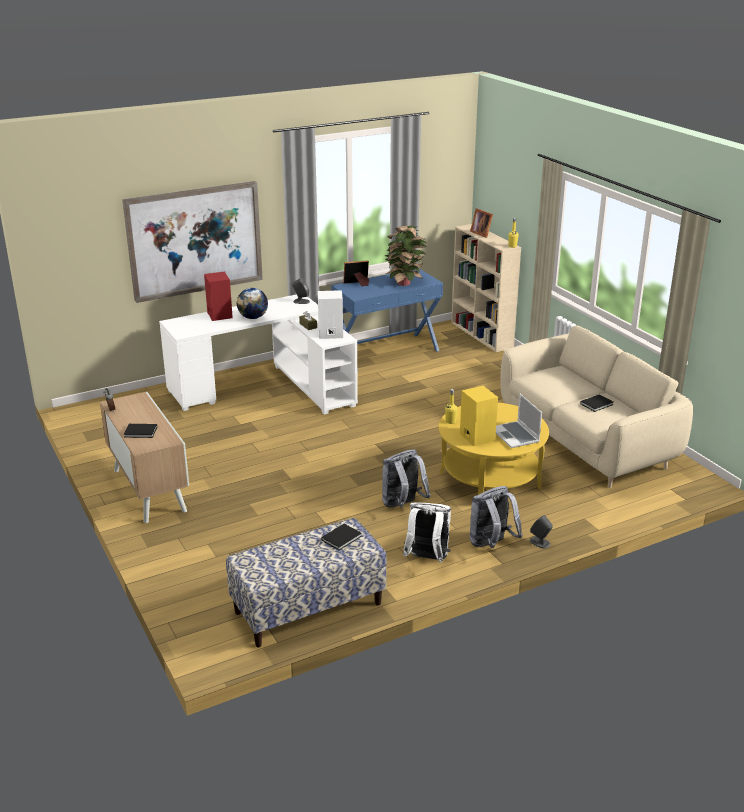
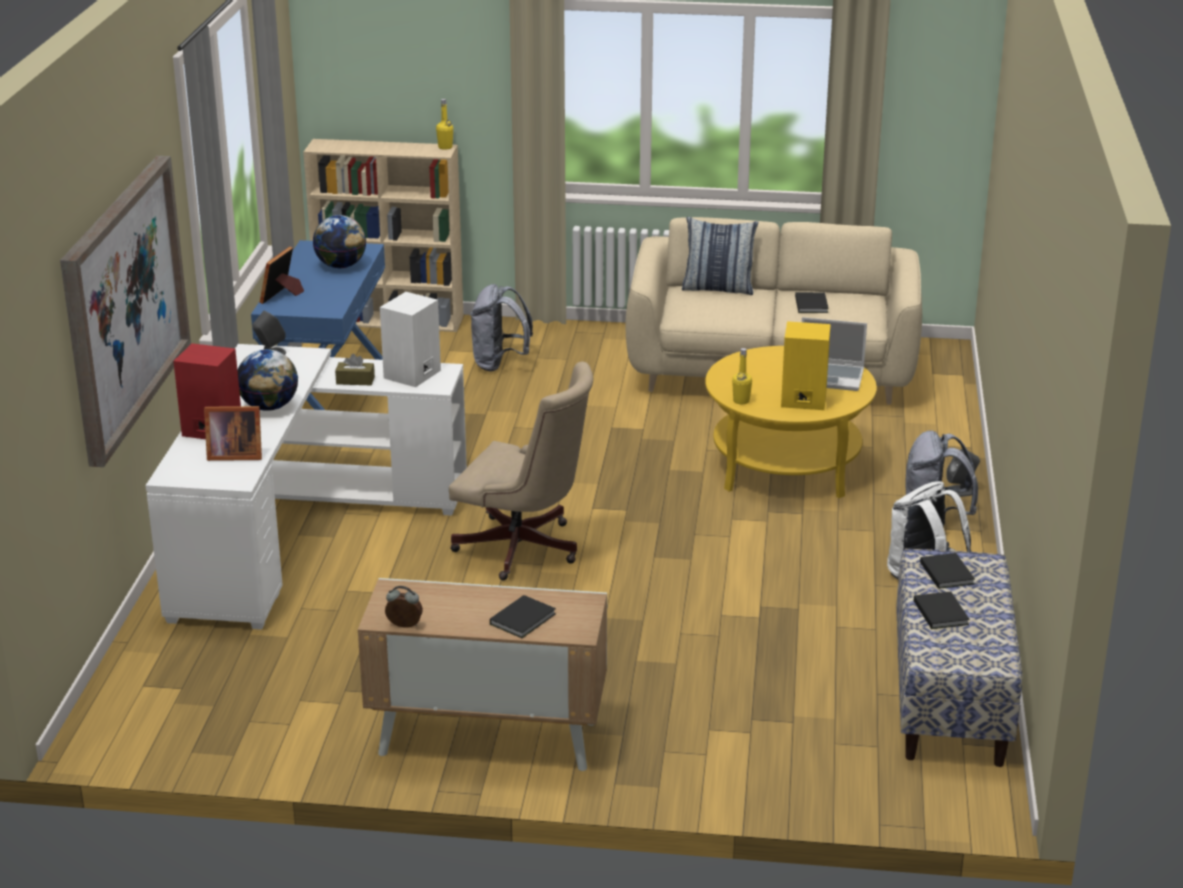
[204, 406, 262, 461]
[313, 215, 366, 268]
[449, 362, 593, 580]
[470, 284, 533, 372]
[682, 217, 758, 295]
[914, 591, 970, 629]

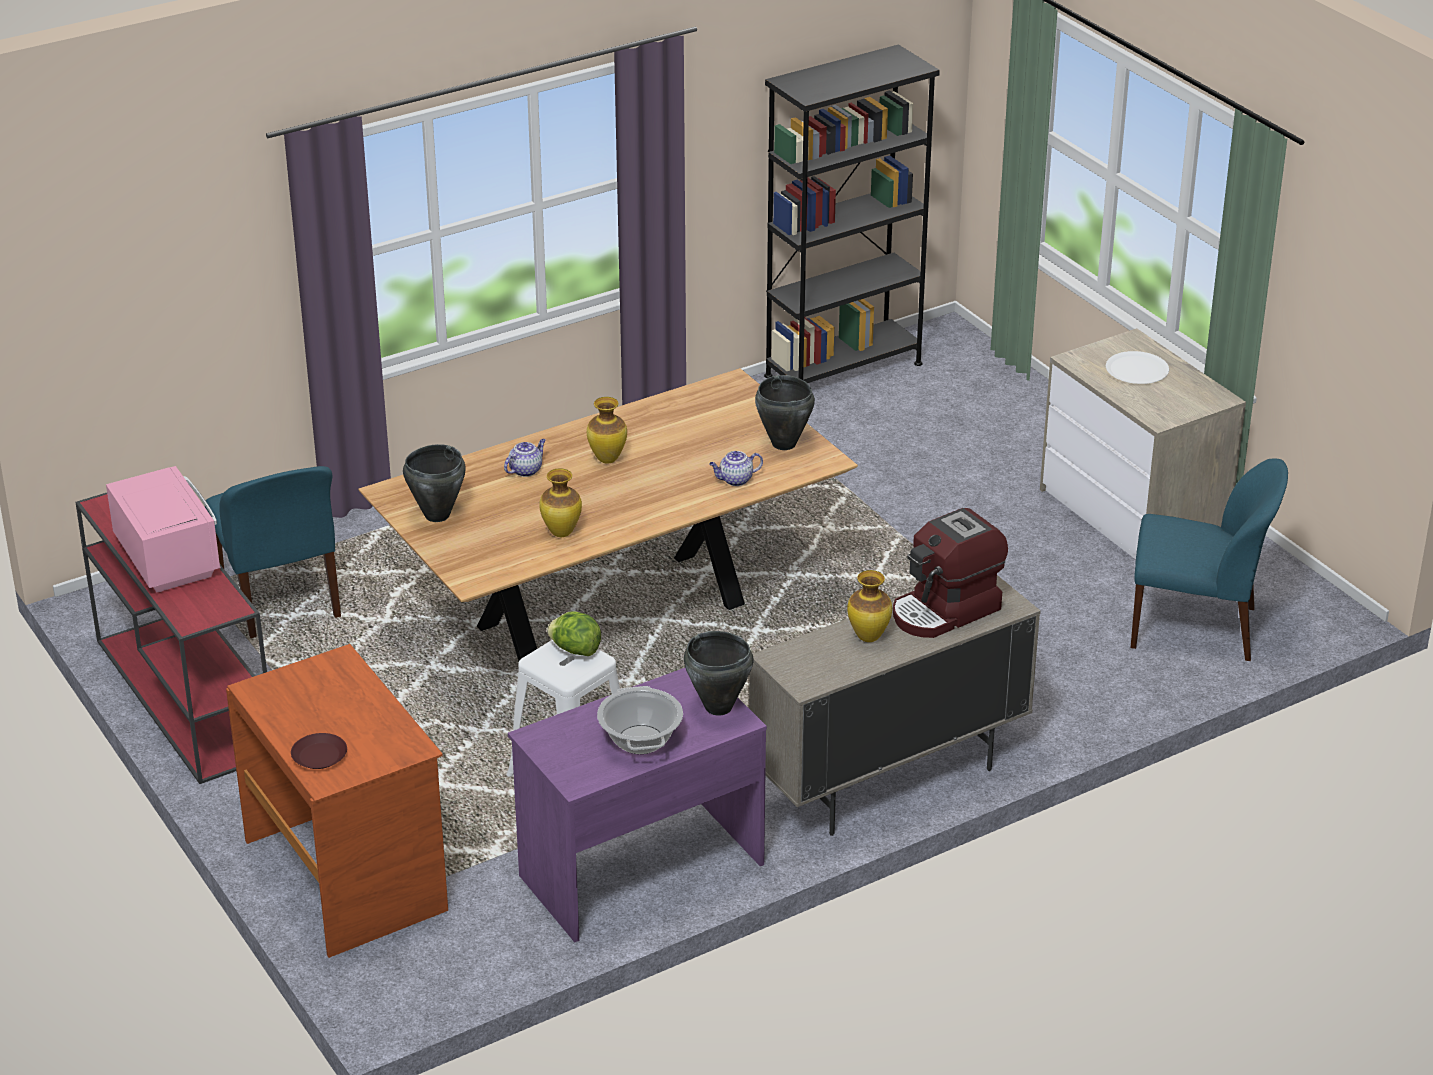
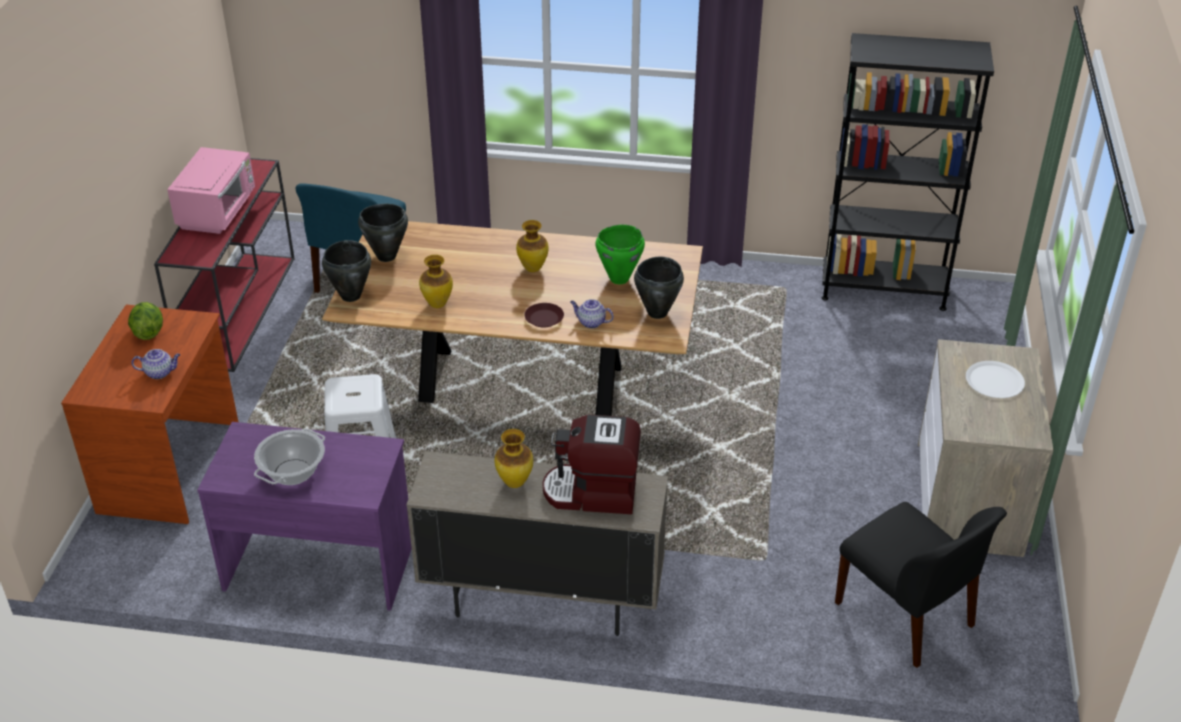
[128, 302, 163, 340]
[131, 349, 180, 379]
[322, 240, 371, 302]
[525, 303, 564, 328]
[595, 225, 645, 284]
[835, 502, 1007, 668]

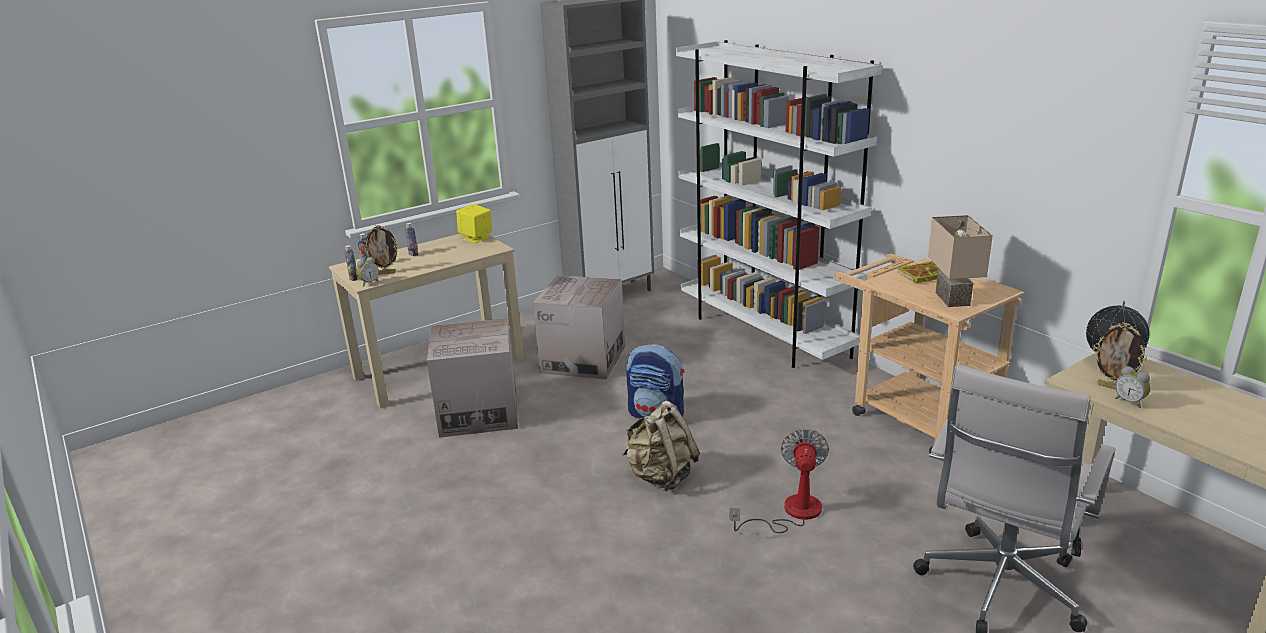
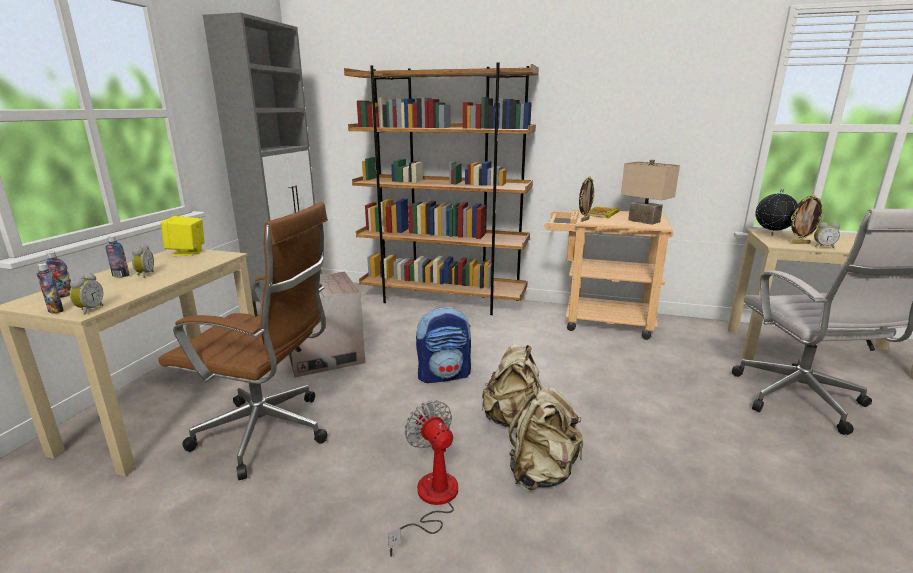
[132, 244, 154, 278]
[158, 202, 328, 480]
[344, 62, 539, 315]
[388, 400, 458, 557]
[509, 382, 583, 490]
[579, 176, 595, 222]

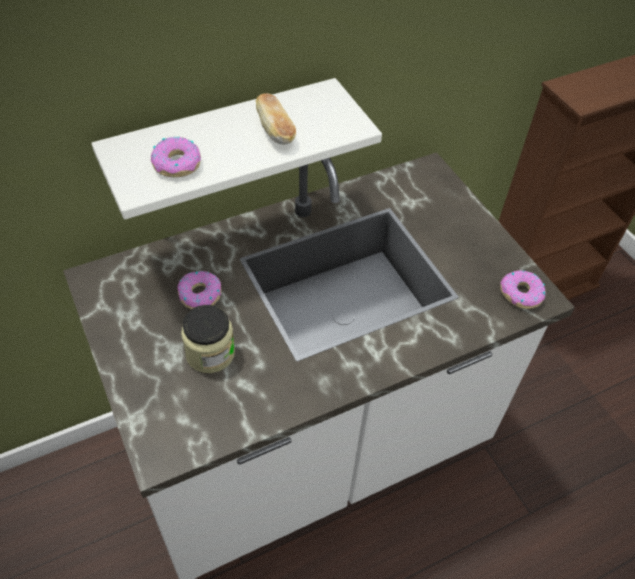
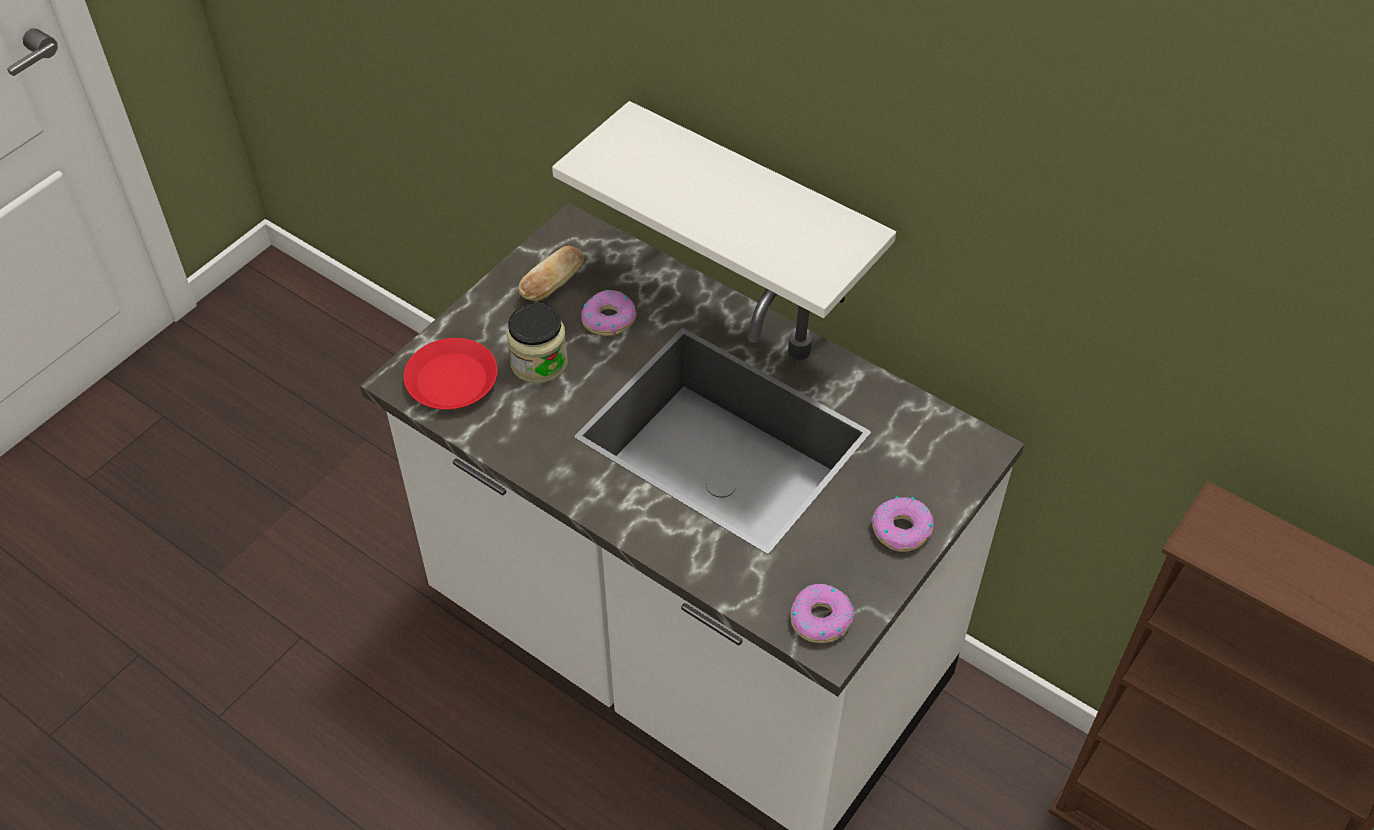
[404, 338, 498, 410]
[518, 246, 584, 301]
[871, 496, 934, 552]

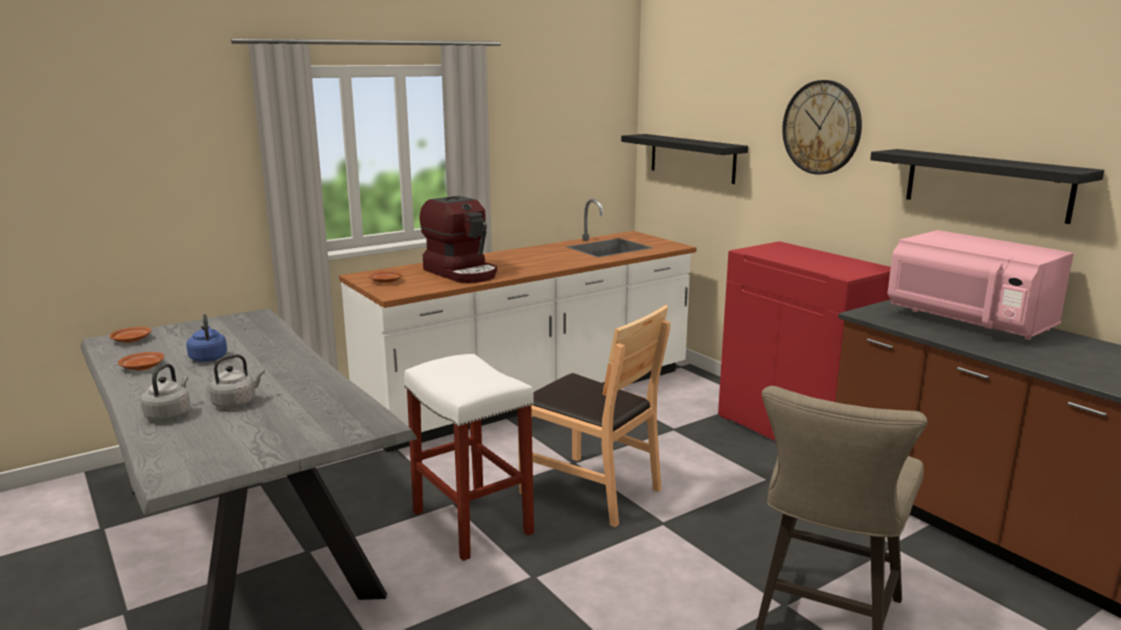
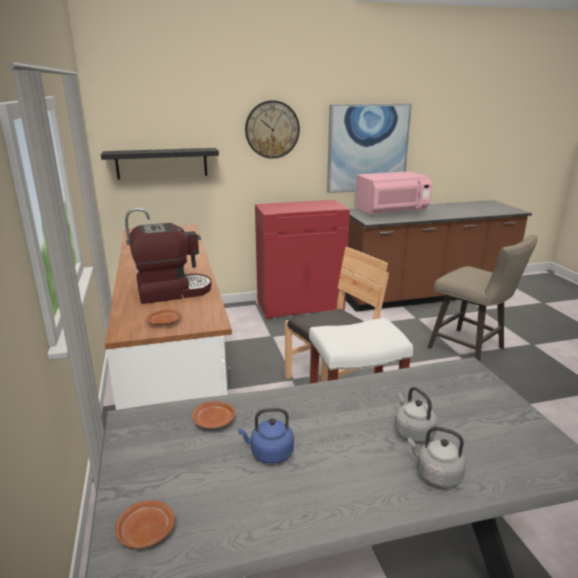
[192, 401, 235, 428]
[327, 104, 412, 193]

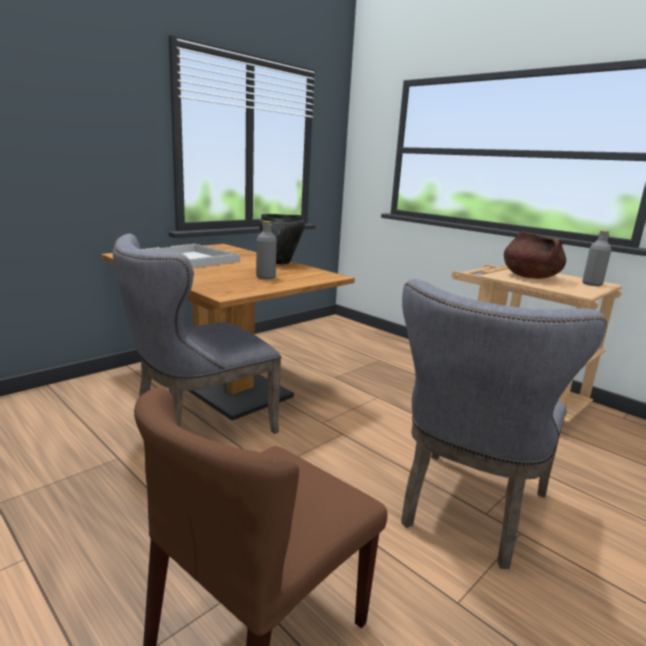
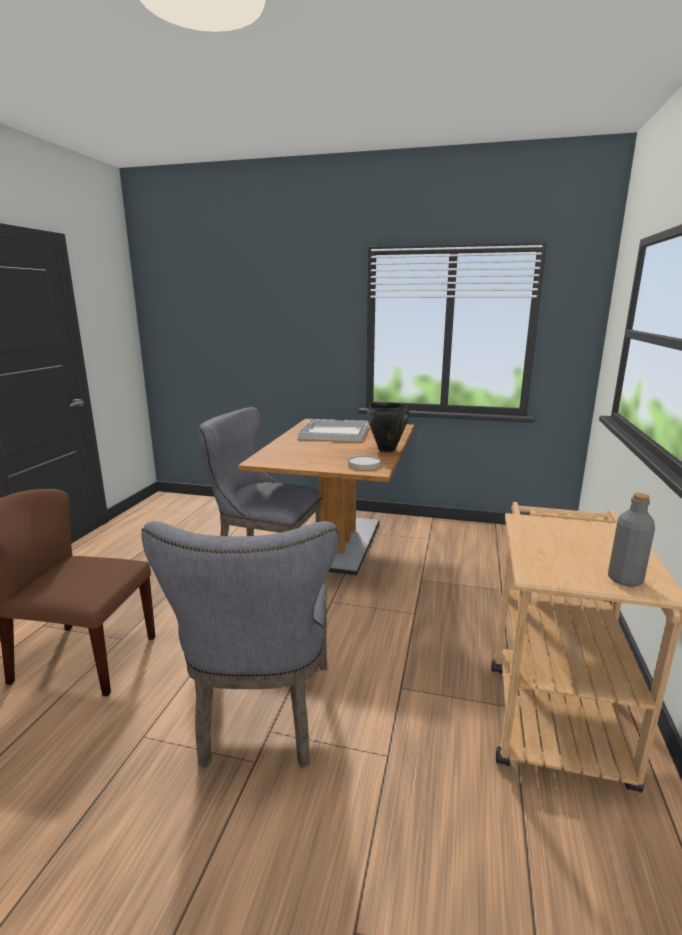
[141, 521, 339, 768]
[348, 455, 381, 470]
[256, 221, 277, 279] (first image)
[504, 231, 566, 279] (first image)

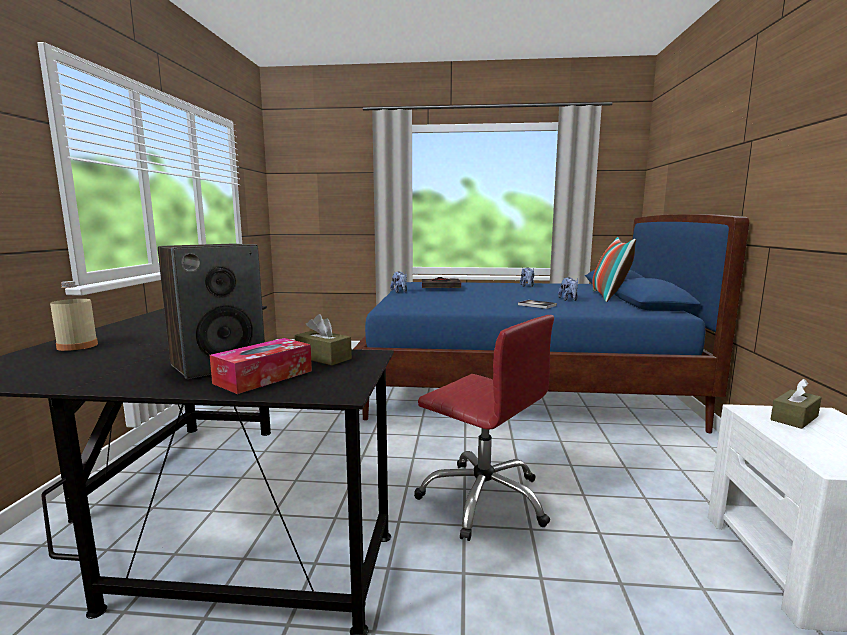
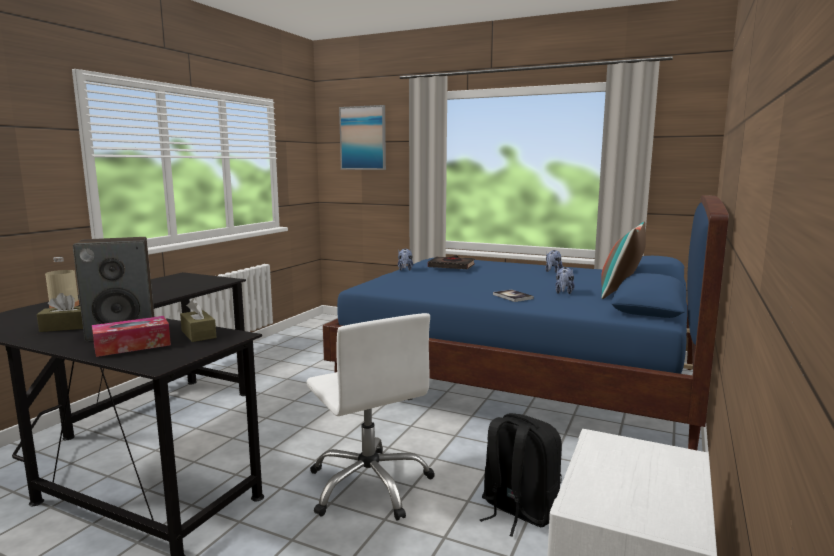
[37, 293, 83, 332]
[307, 313, 435, 521]
[339, 105, 386, 170]
[480, 413, 562, 537]

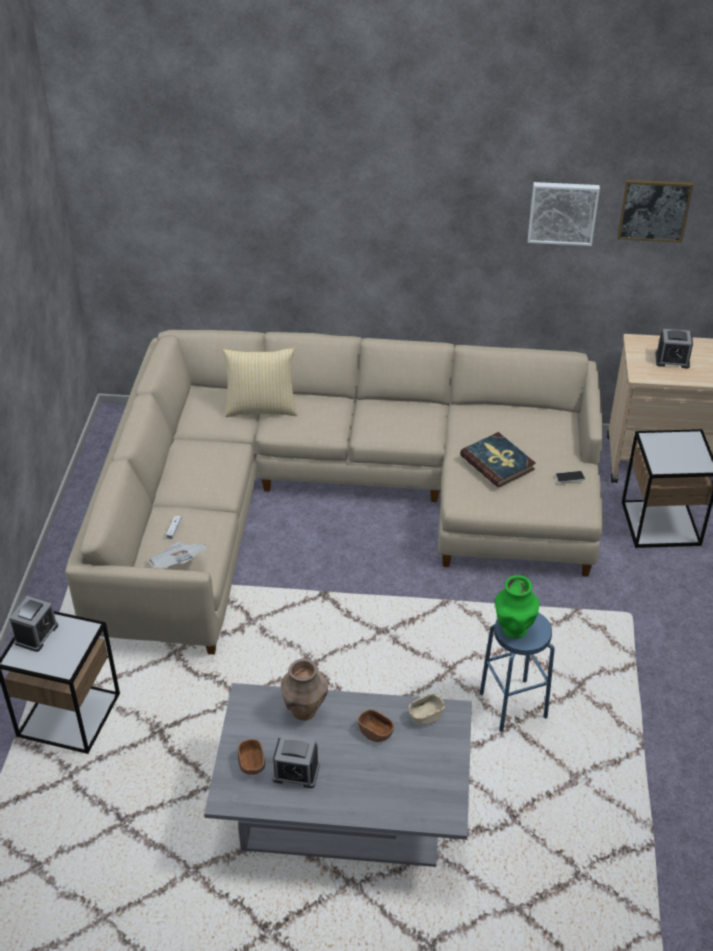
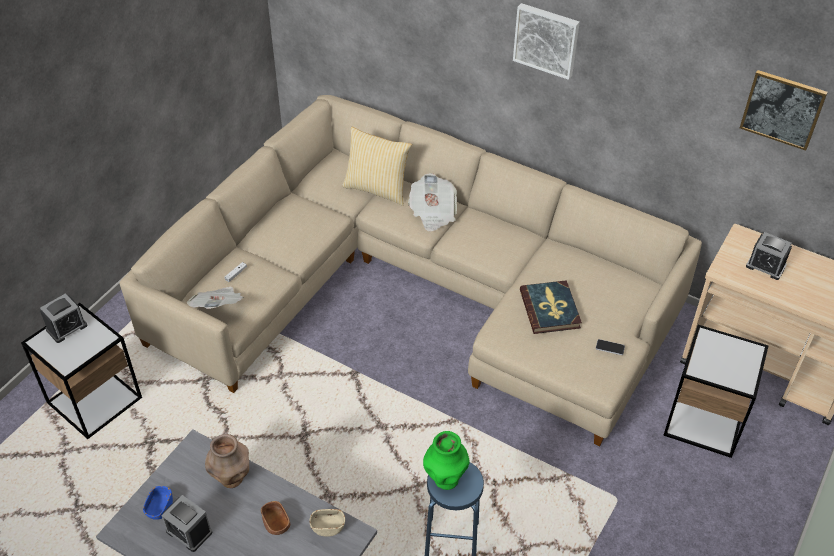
[143, 486, 173, 520]
[408, 173, 457, 232]
[513, 3, 580, 80]

